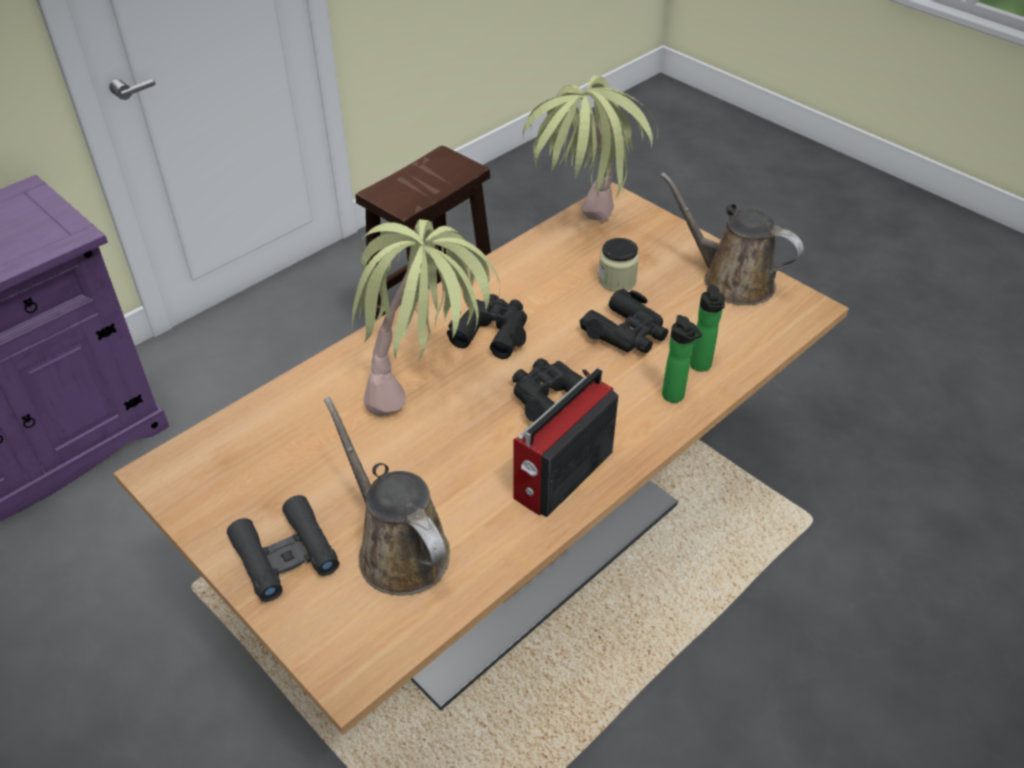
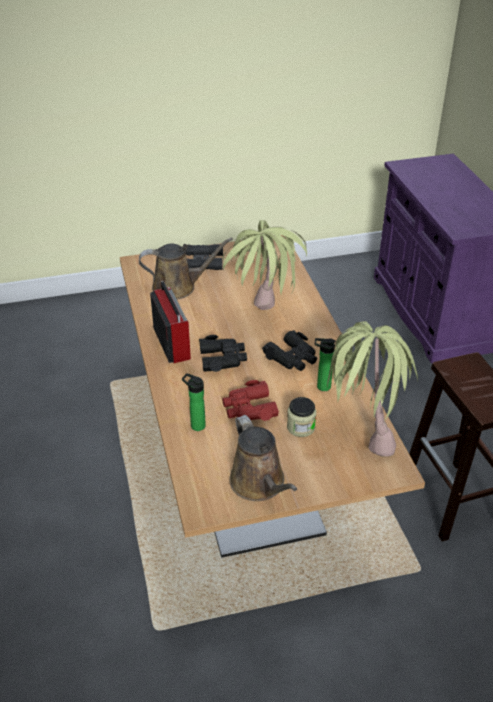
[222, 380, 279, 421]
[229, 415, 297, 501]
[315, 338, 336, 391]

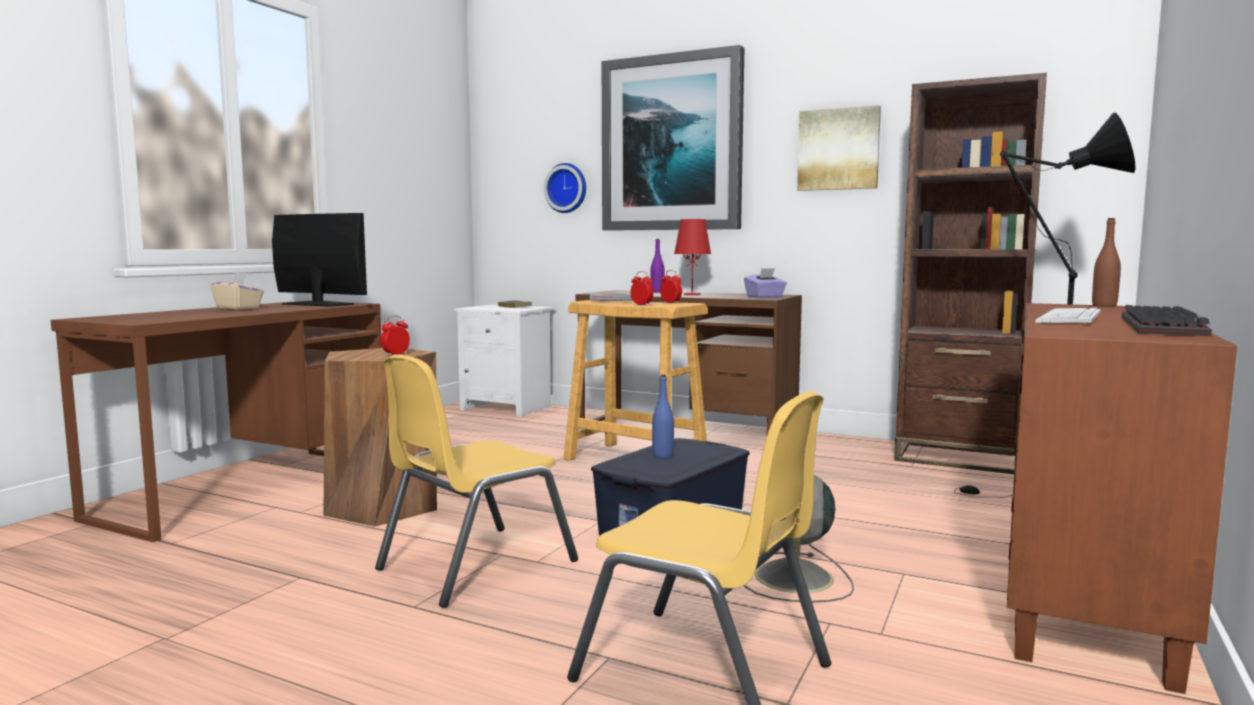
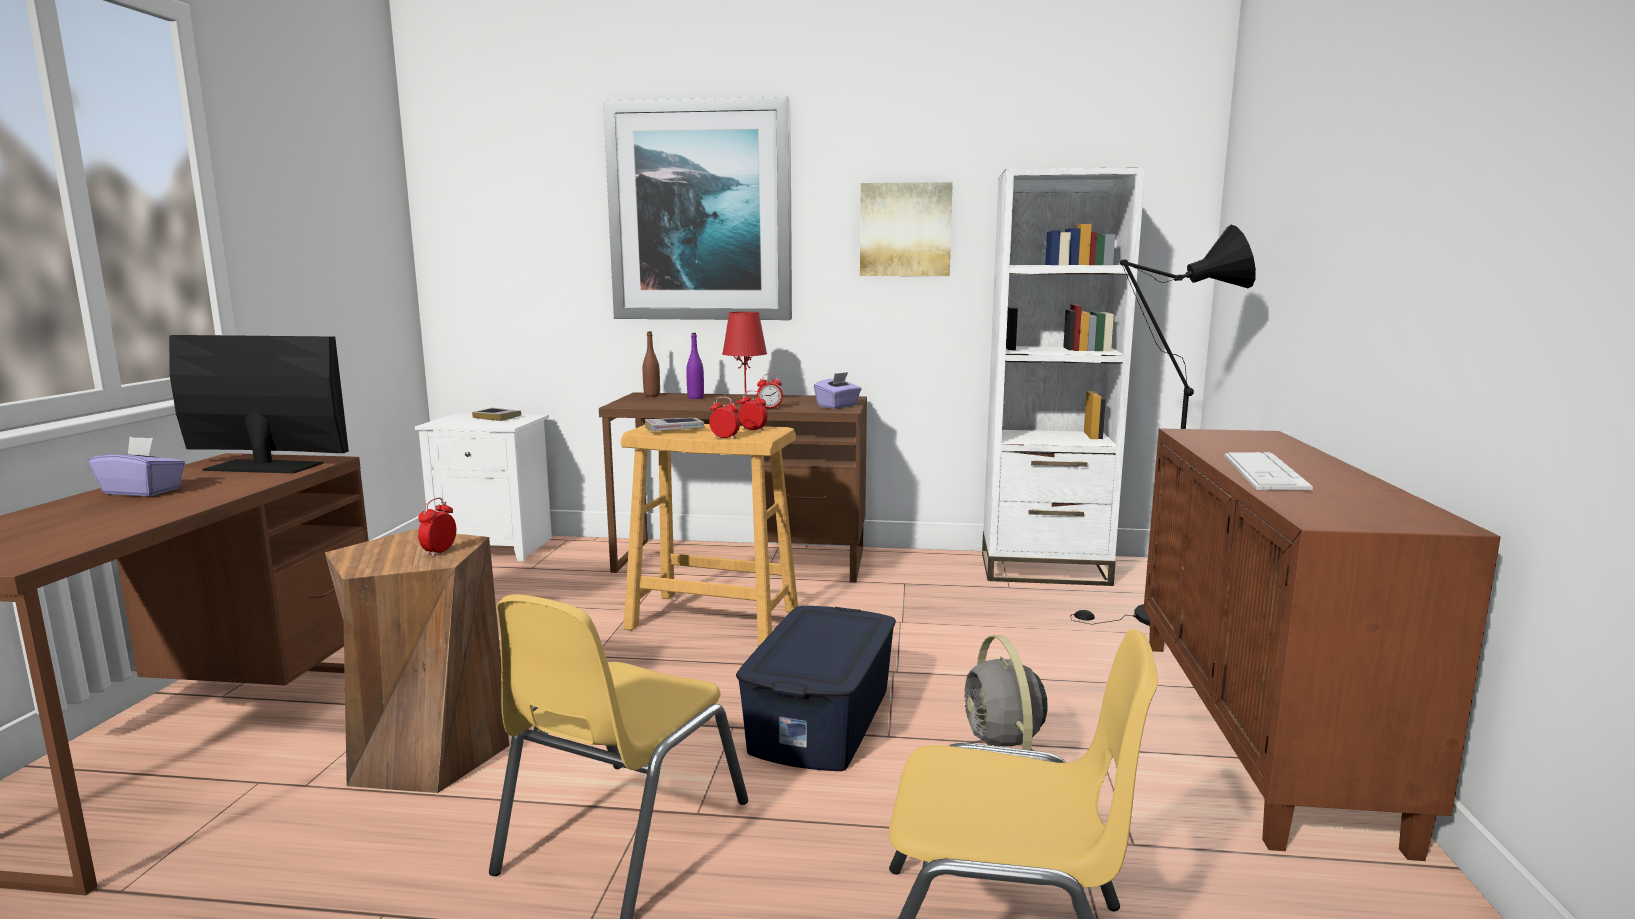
[89, 437, 185, 497]
[643, 331, 660, 397]
[757, 374, 783, 409]
[982, 167, 1145, 586]
[544, 163, 586, 213] (first image)
[652, 374, 674, 458] (first image)
[1122, 305, 1212, 336] (first image)

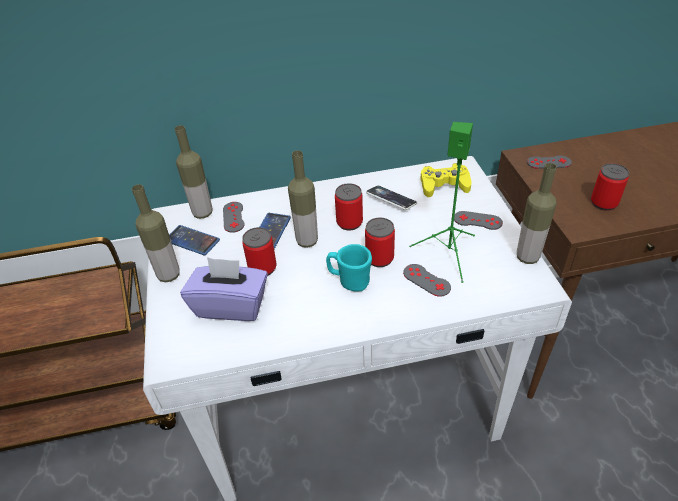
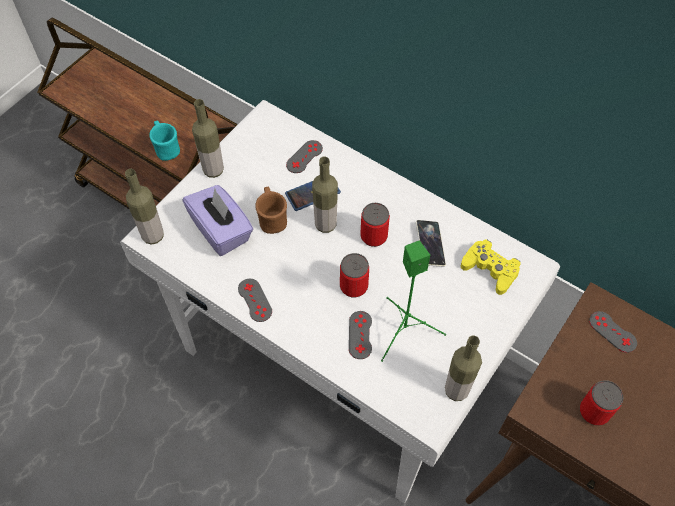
[125, 169, 164, 245]
[149, 120, 180, 161]
[238, 279, 272, 322]
[255, 187, 287, 234]
[169, 225, 220, 256] (first image)

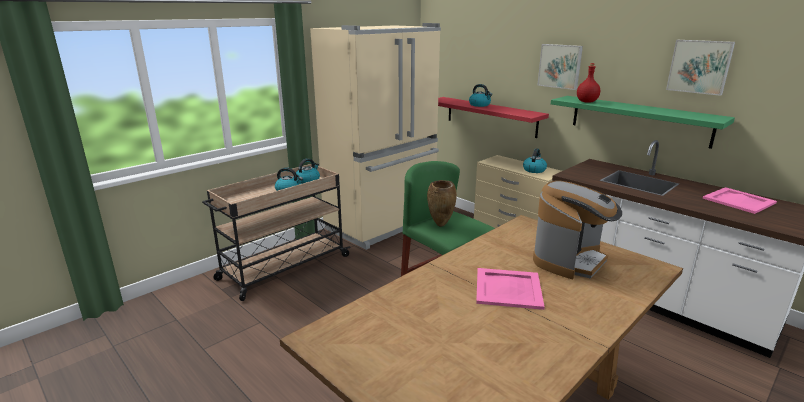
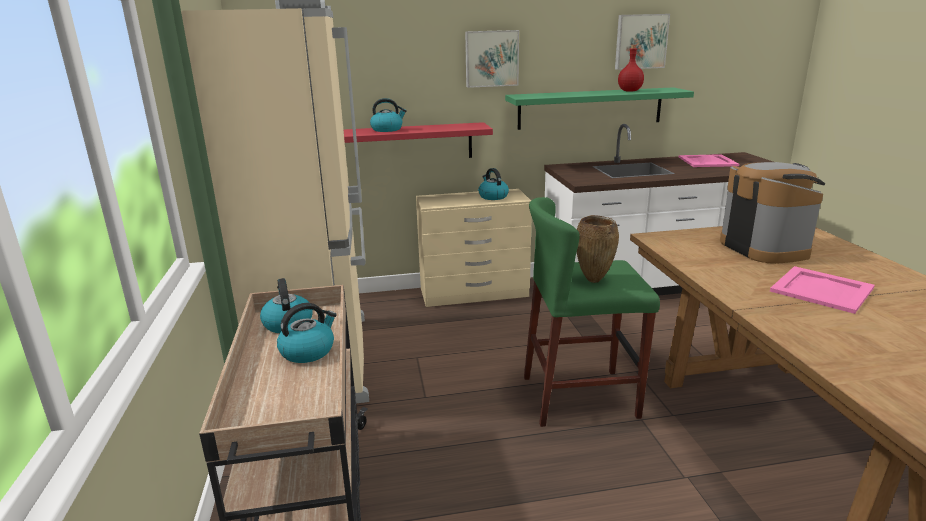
[618, 45, 644, 92]

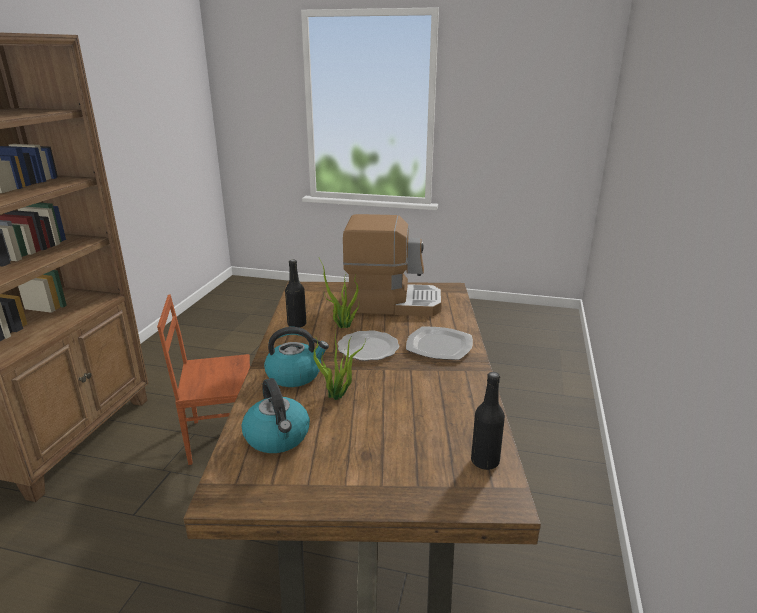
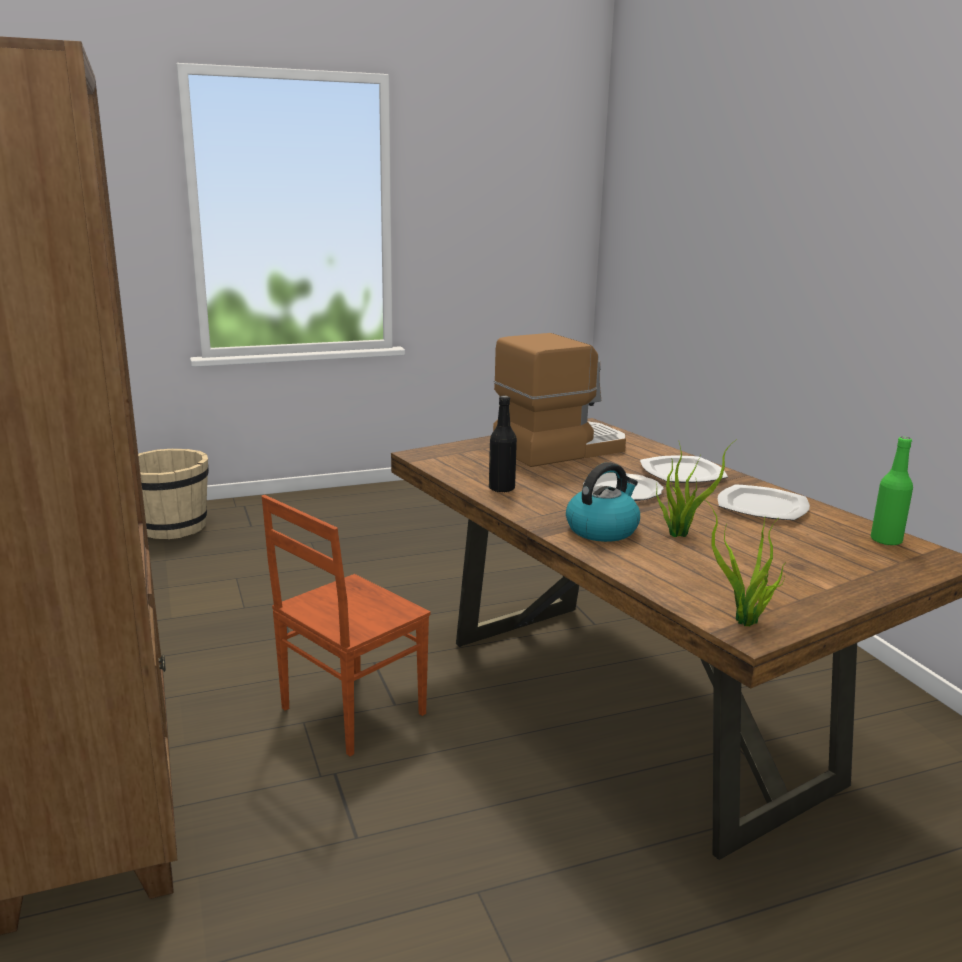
[138, 449, 209, 539]
[706, 500, 786, 626]
[718, 484, 810, 520]
[871, 437, 913, 546]
[242, 378, 310, 453] (first image)

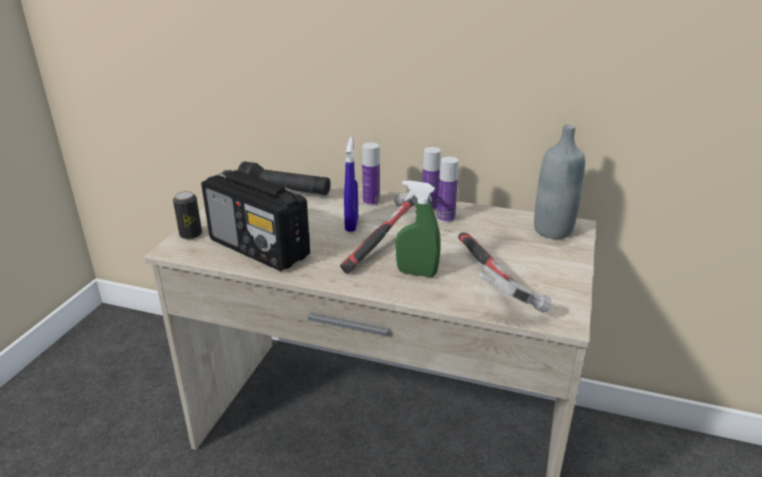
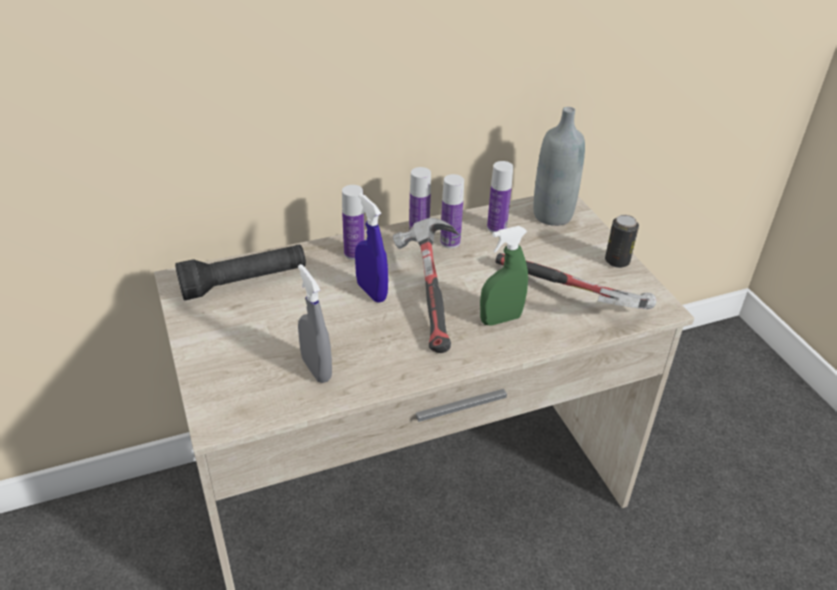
[298, 264, 332, 383]
[487, 161, 513, 233]
[605, 215, 639, 268]

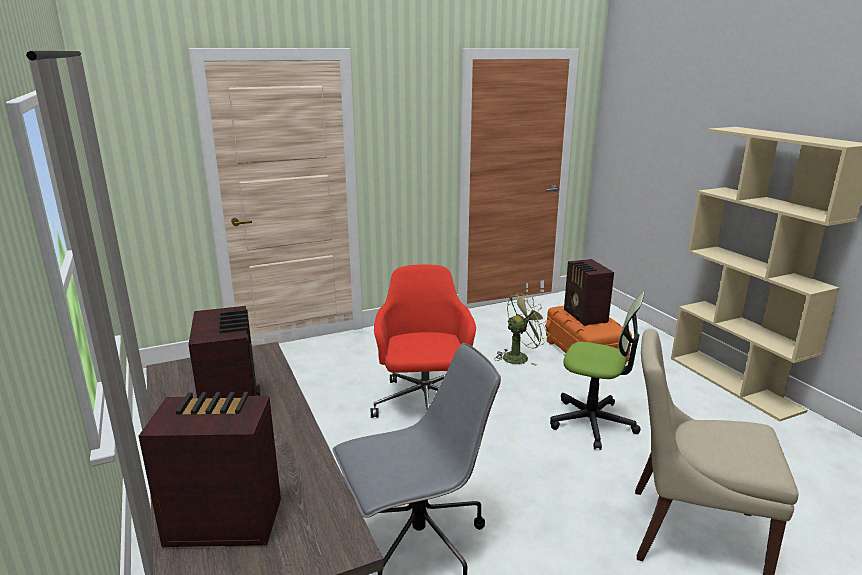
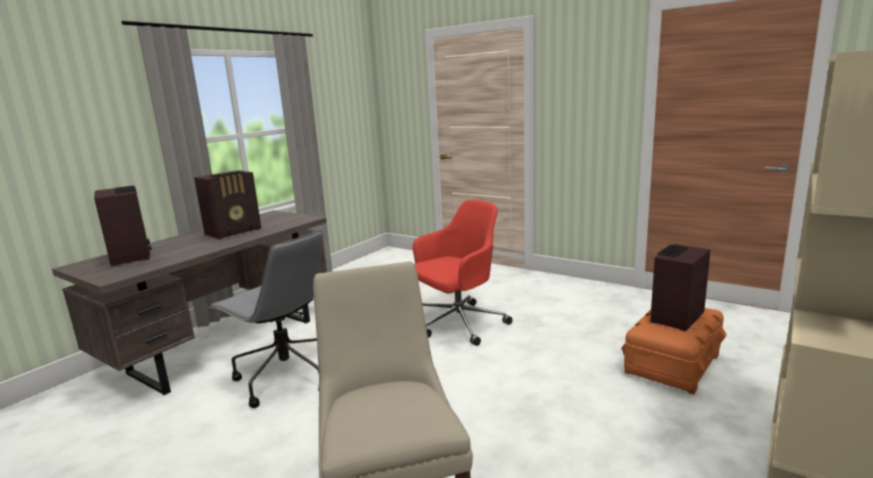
[494, 293, 549, 366] (first image)
[550, 292, 645, 450] (first image)

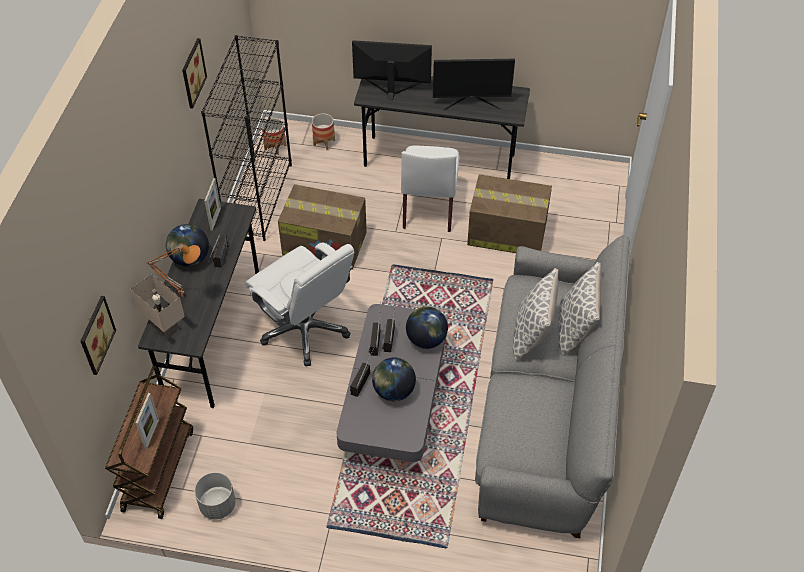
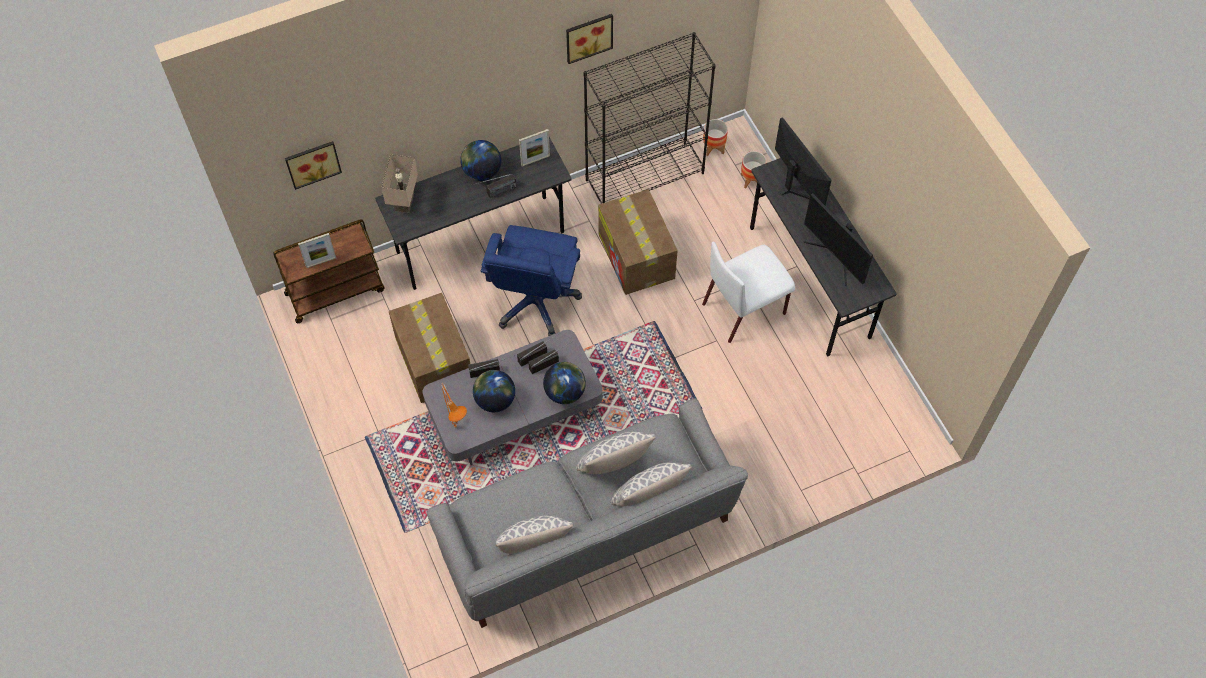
[389, 293, 470, 403]
[441, 383, 467, 428]
[481, 225, 582, 336]
[495, 515, 573, 554]
[195, 472, 236, 519] (first image)

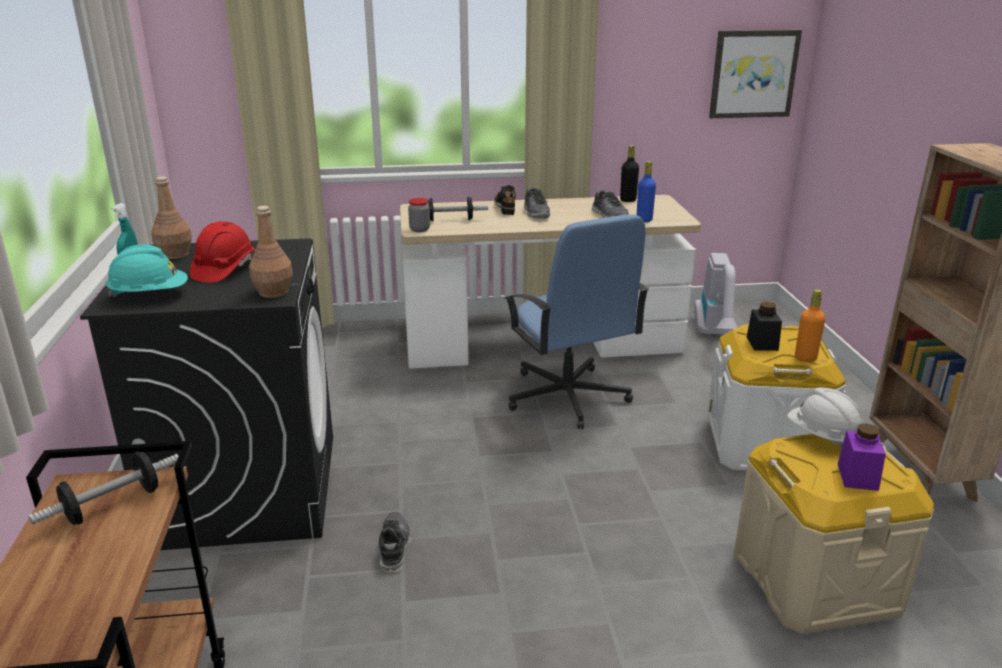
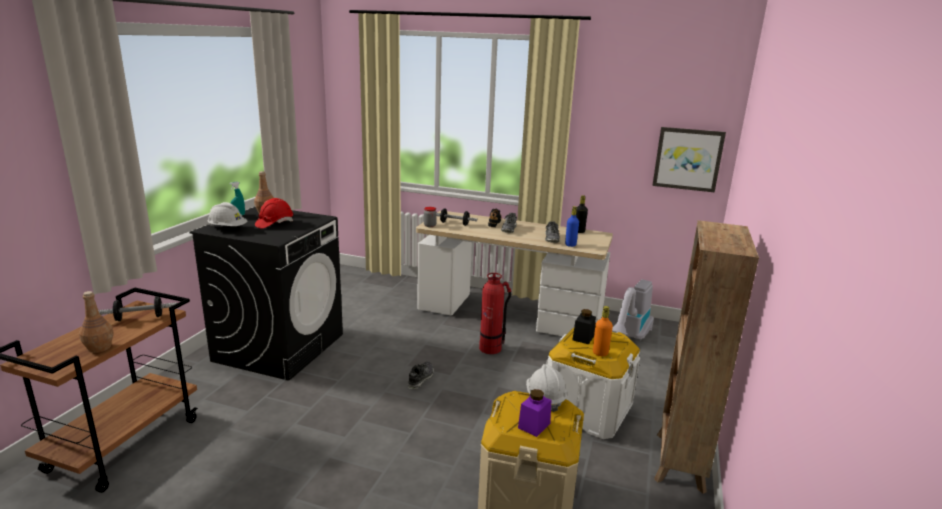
[79, 291, 114, 353]
[208, 202, 247, 227]
[408, 361, 434, 389]
[479, 273, 511, 354]

